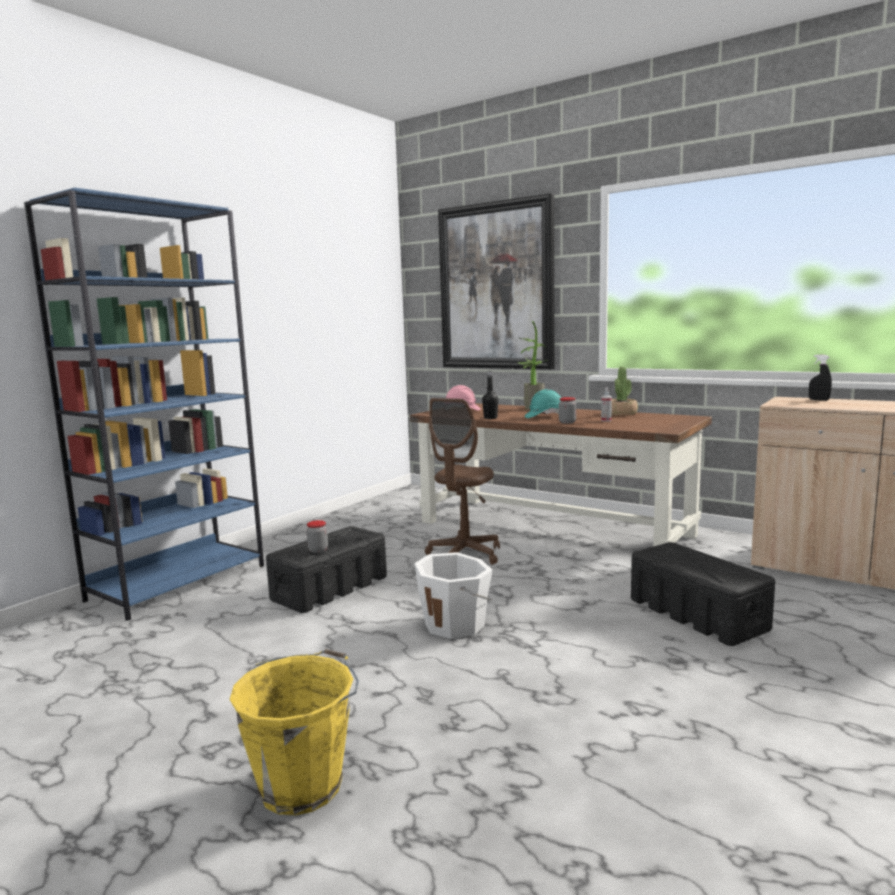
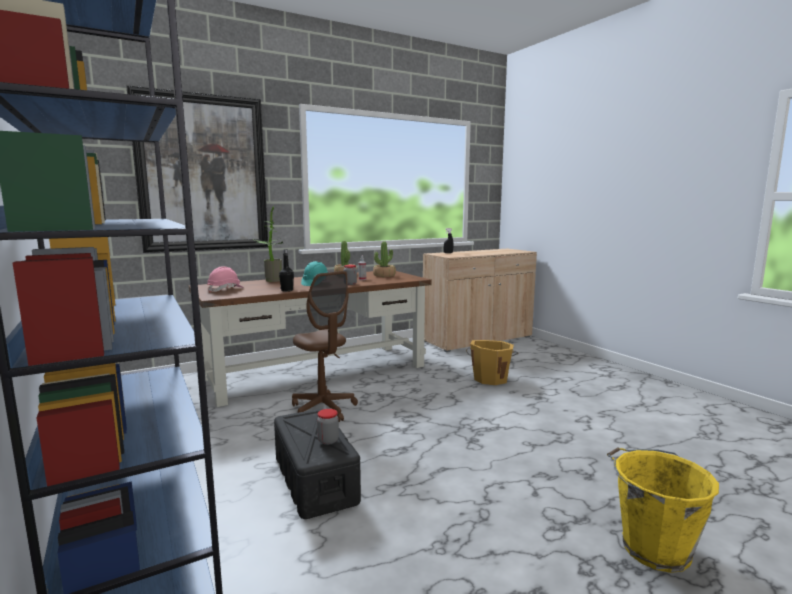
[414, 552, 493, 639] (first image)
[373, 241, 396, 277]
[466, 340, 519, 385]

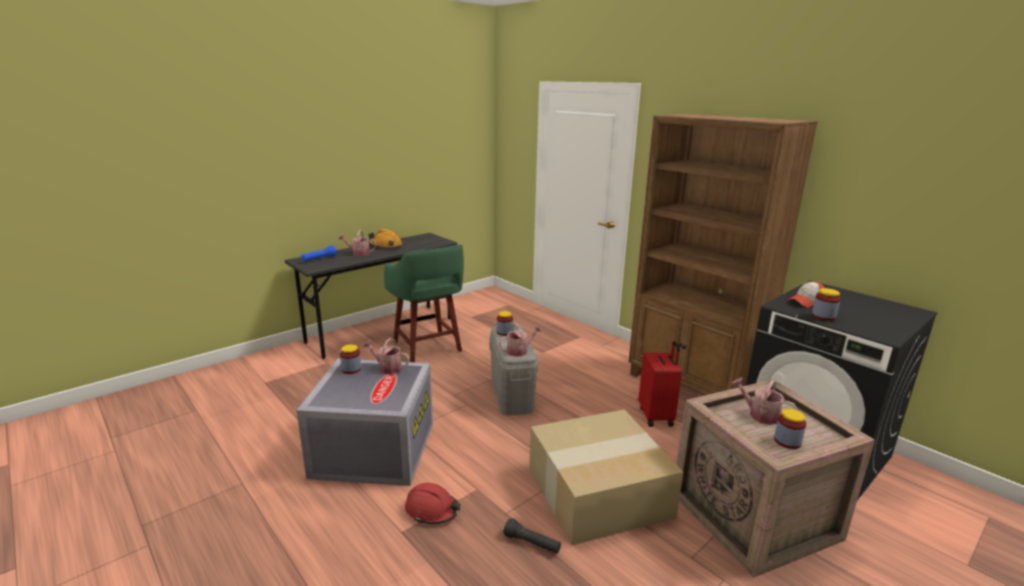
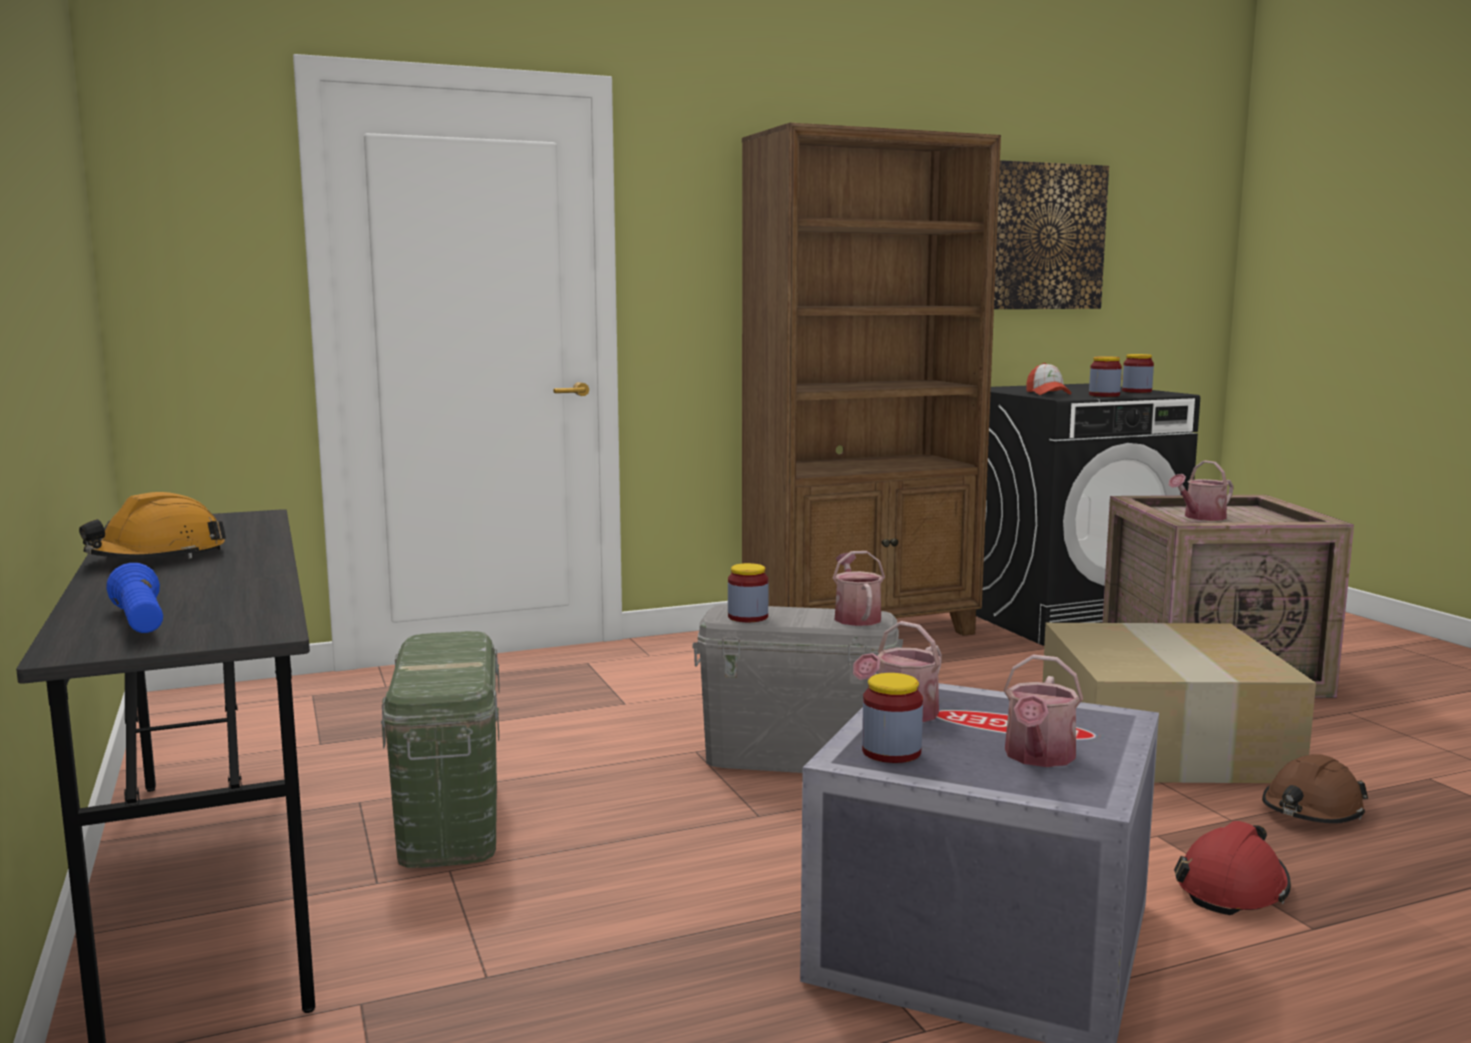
[639, 341, 682, 427] (first image)
[994, 160, 1109, 309]
[1004, 654, 1083, 767]
[1122, 354, 1154, 393]
[381, 631, 500, 868]
[1262, 754, 1368, 823]

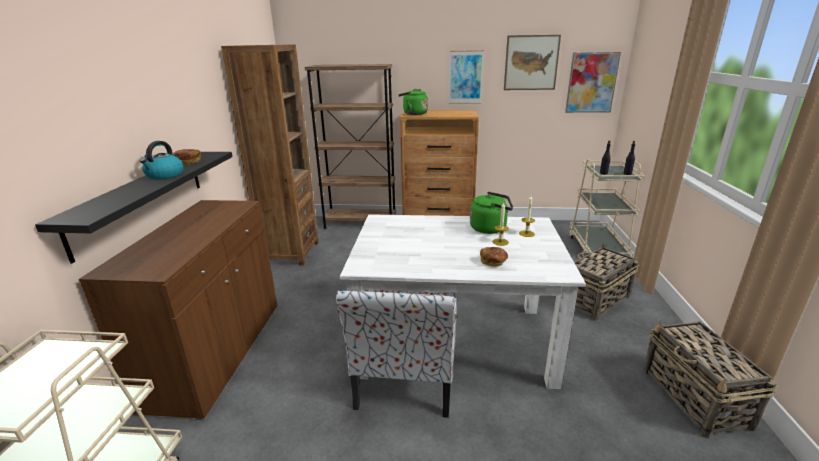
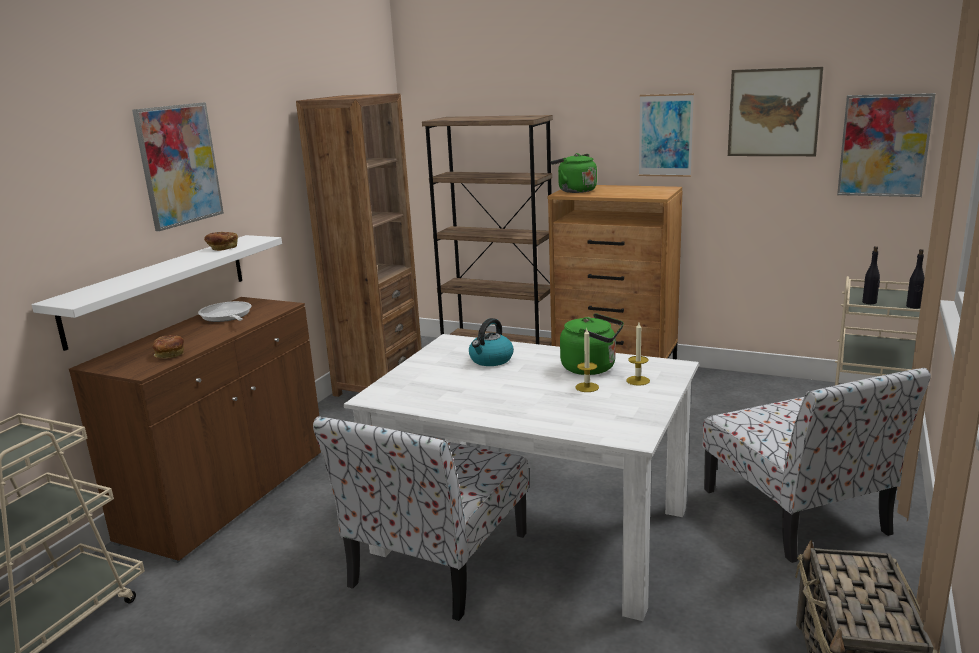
[132, 102, 224, 231]
[198, 301, 252, 322]
[469, 318, 514, 366]
[152, 335, 184, 359]
[703, 368, 931, 563]
[32, 235, 282, 351]

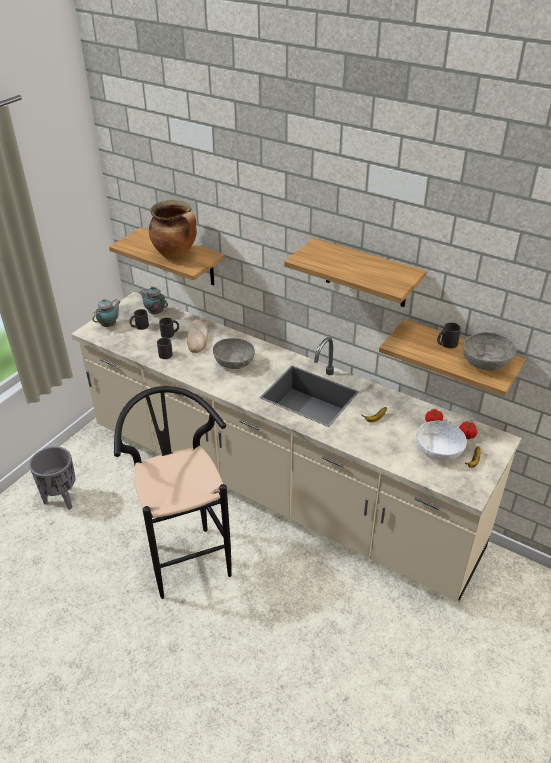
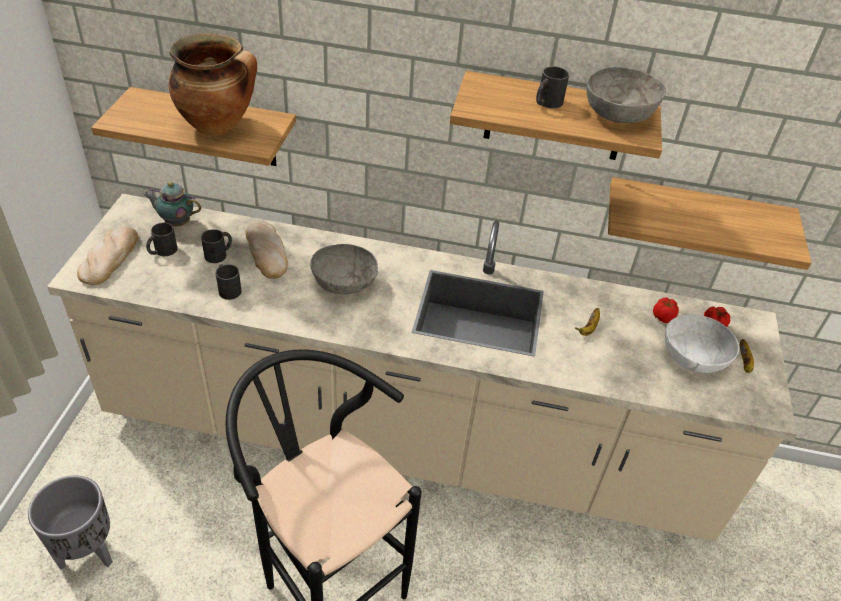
[536, 66, 569, 108]
[587, 67, 666, 123]
[77, 226, 139, 285]

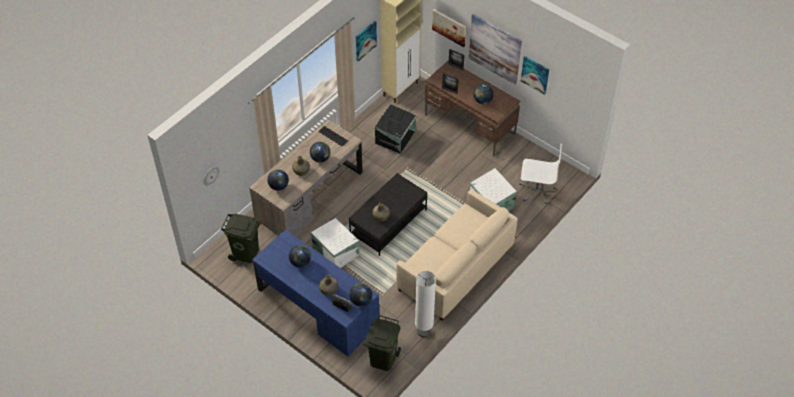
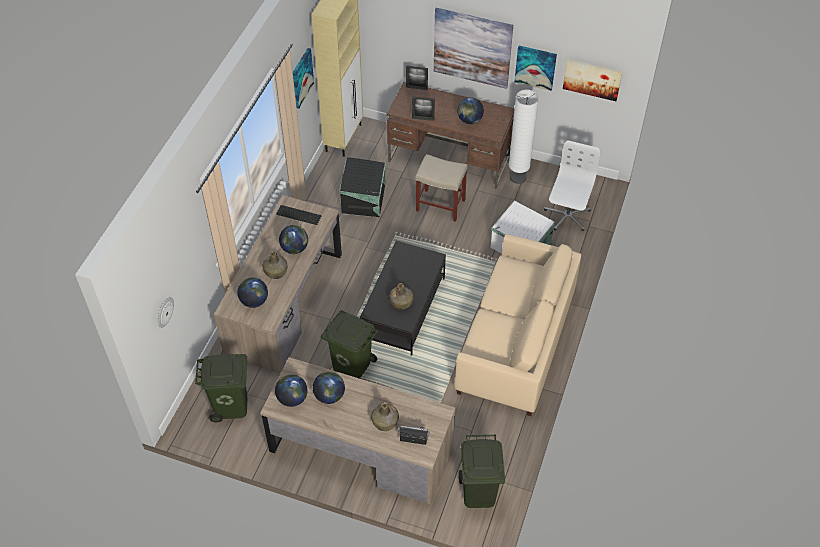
[415, 154, 468, 222]
[275, 374, 308, 407]
[509, 90, 539, 184]
[563, 59, 623, 101]
[321, 310, 378, 379]
[260, 357, 455, 505]
[544, 140, 601, 231]

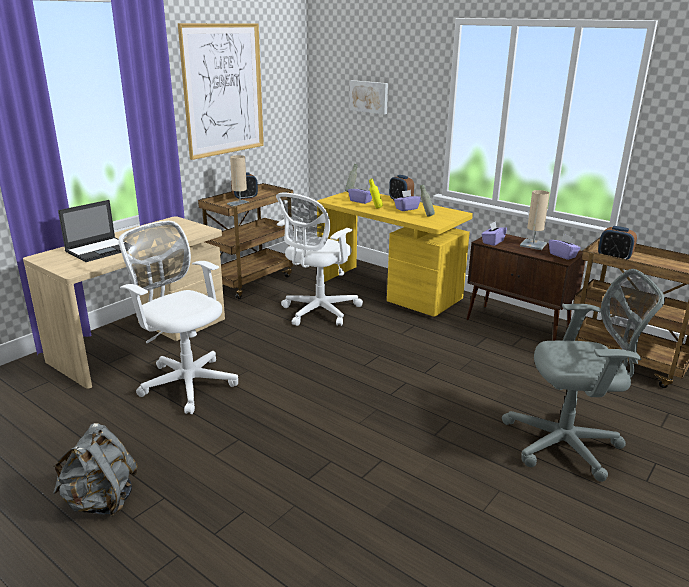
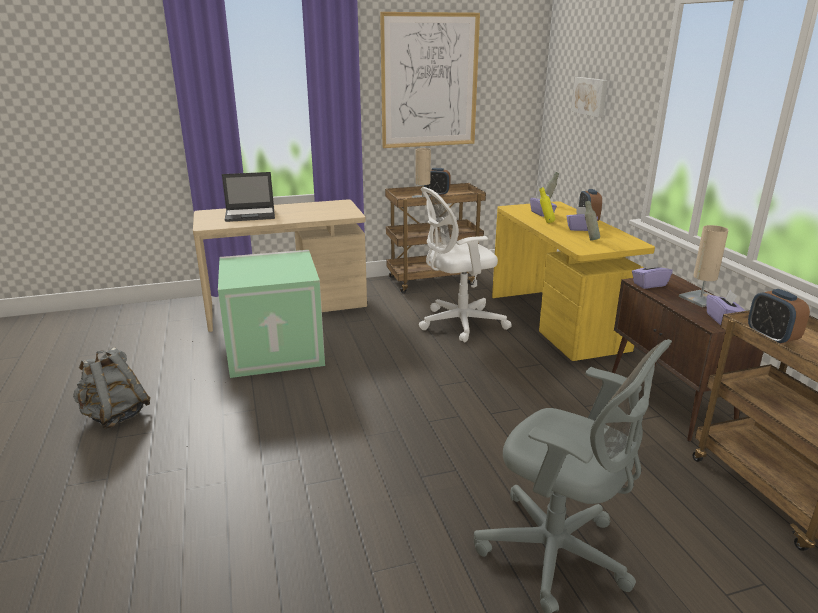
[218, 250, 325, 378]

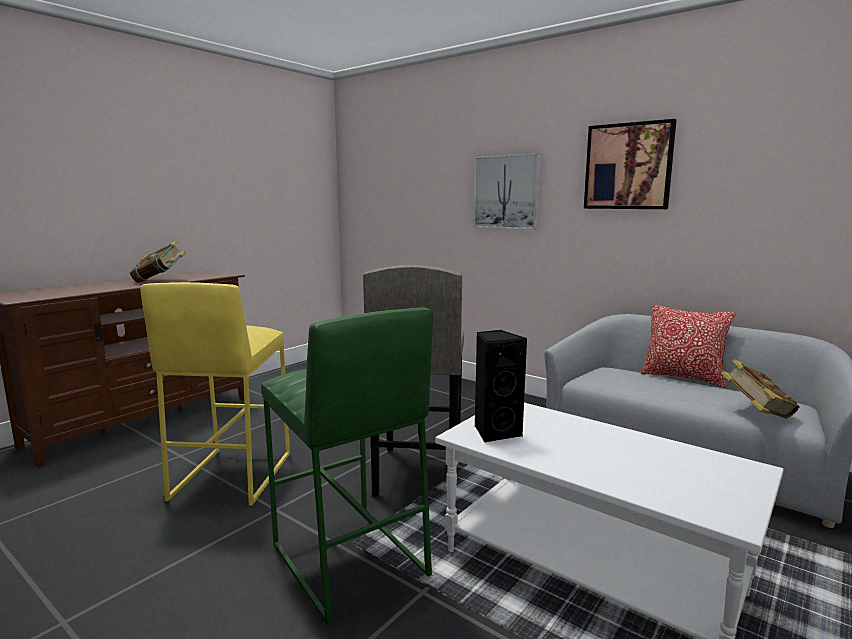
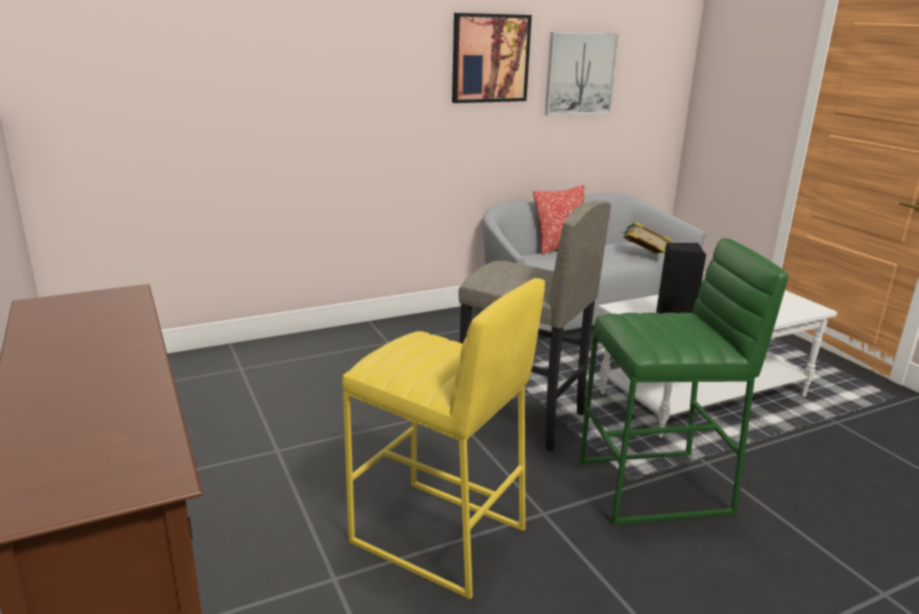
[130, 241, 186, 283] (first image)
[545, 32, 619, 115]

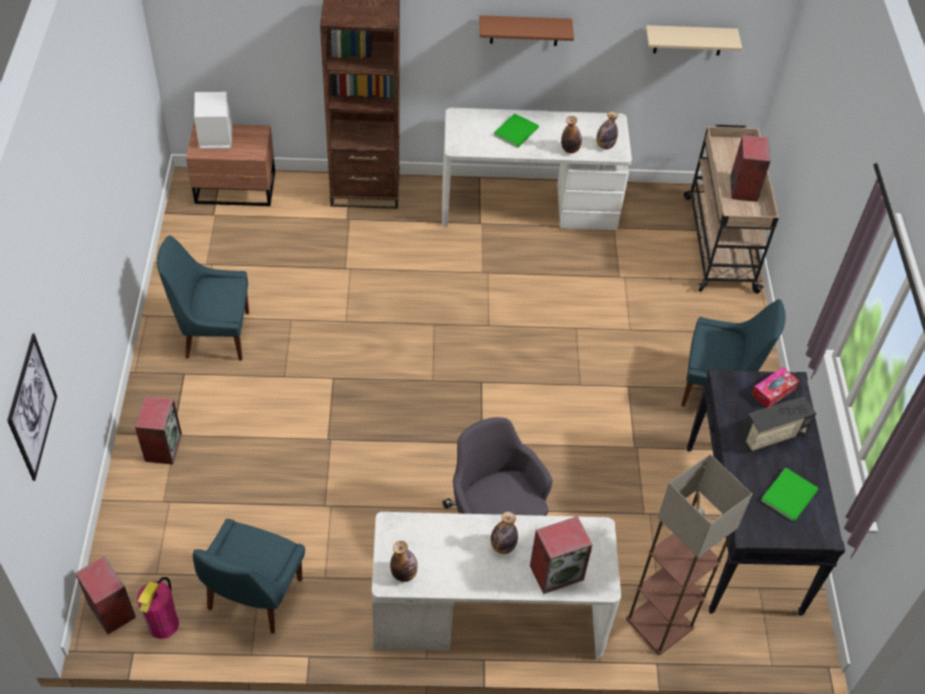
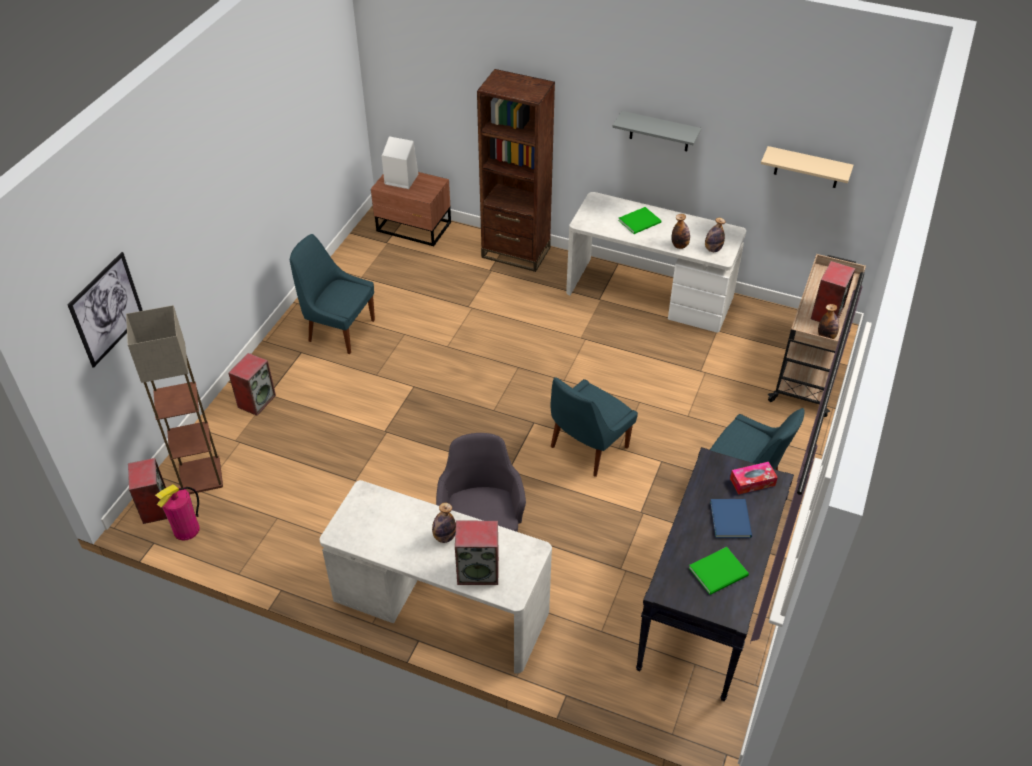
[551, 377, 638, 477]
[818, 304, 839, 339]
[126, 305, 223, 495]
[710, 499, 752, 538]
[612, 111, 701, 151]

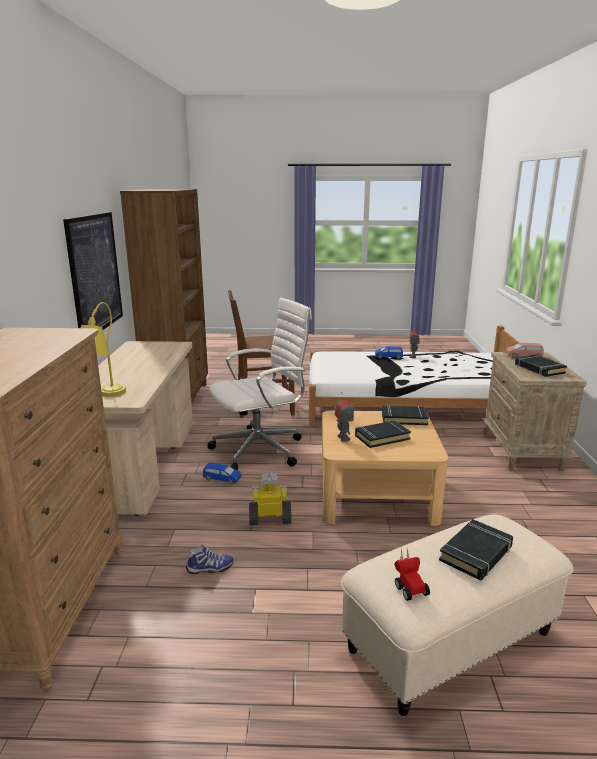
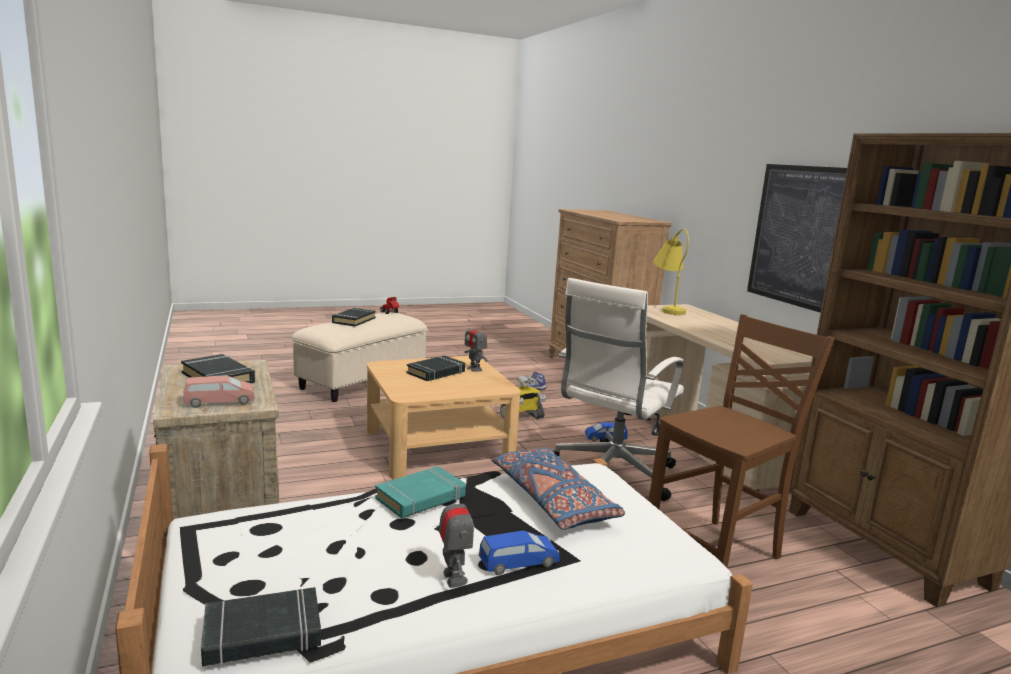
[375, 466, 466, 518]
[491, 448, 625, 530]
[201, 587, 321, 666]

